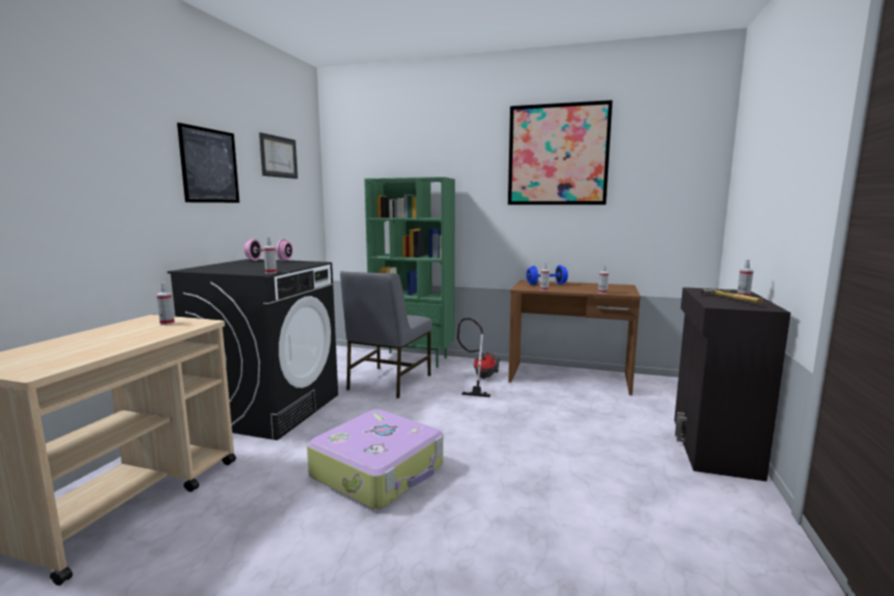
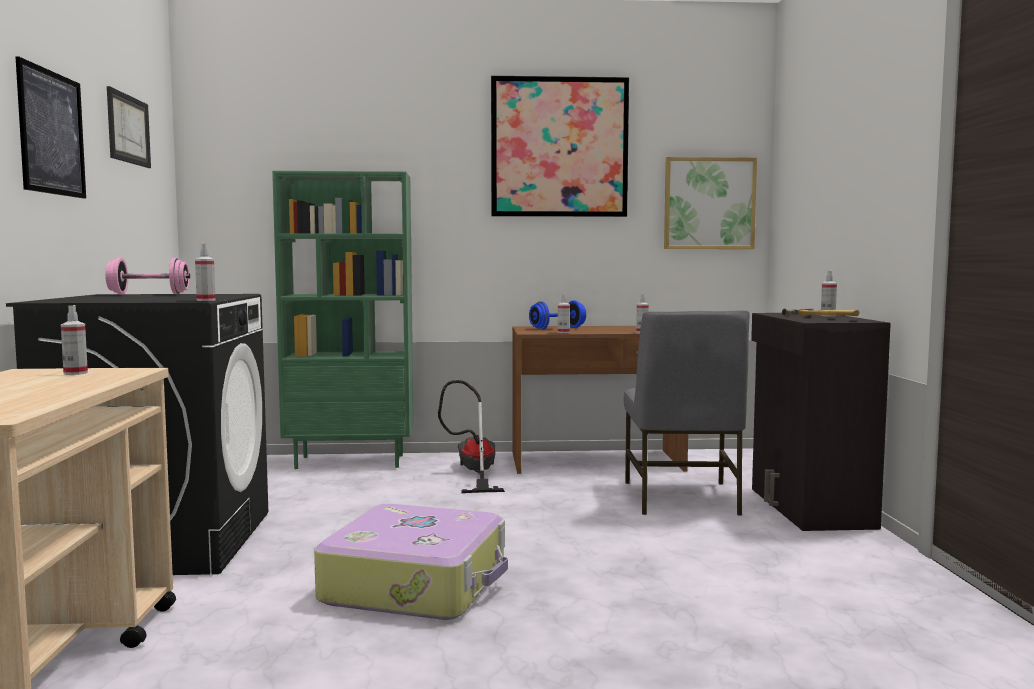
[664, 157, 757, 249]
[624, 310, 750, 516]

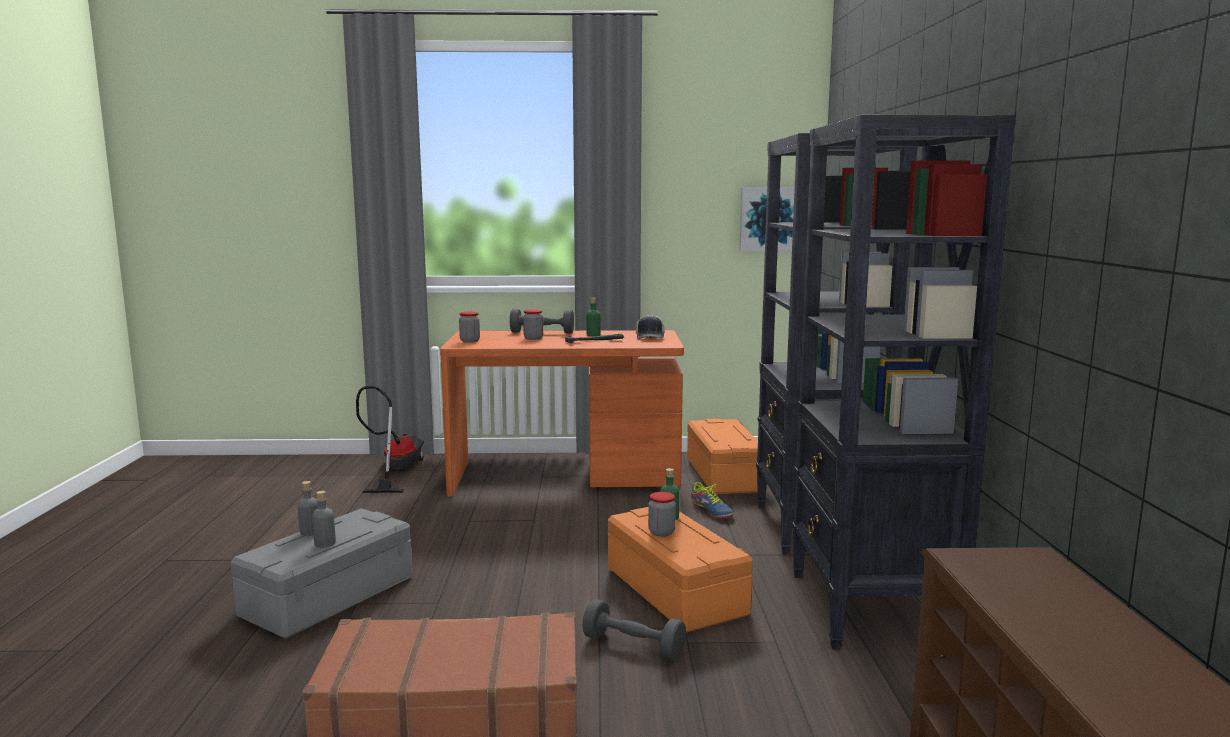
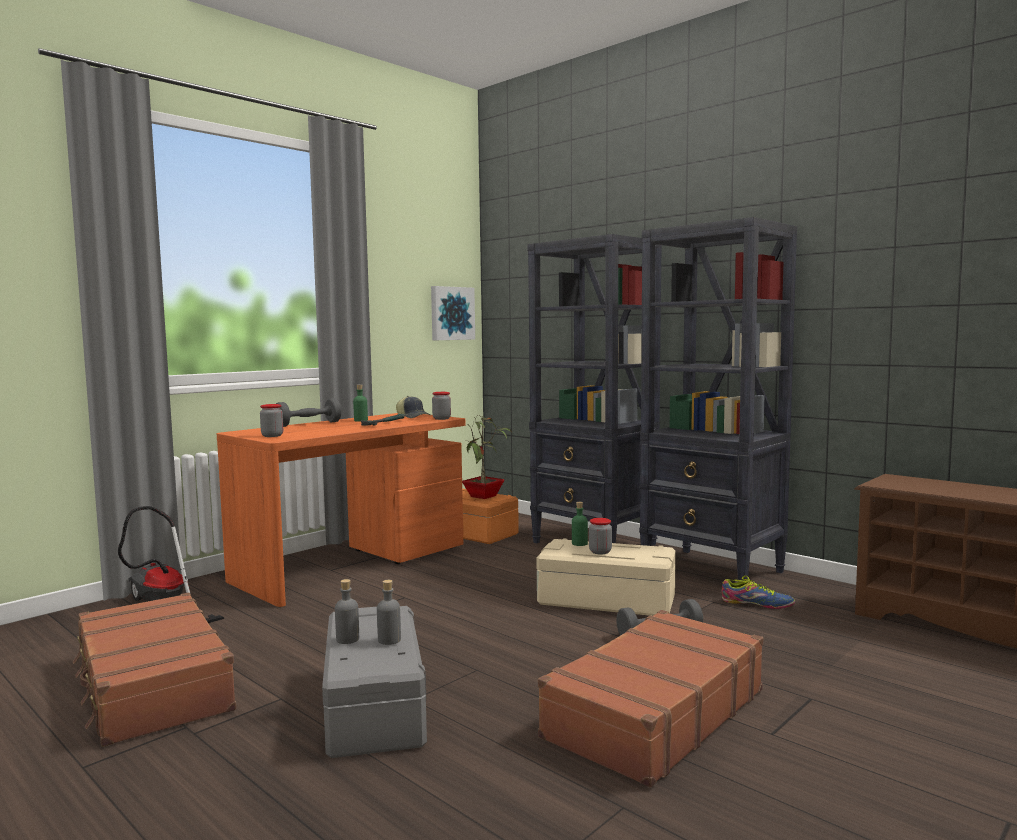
[73, 593, 236, 747]
[462, 415, 511, 499]
[432, 392, 451, 420]
[722, 576, 795, 609]
[537, 538, 676, 616]

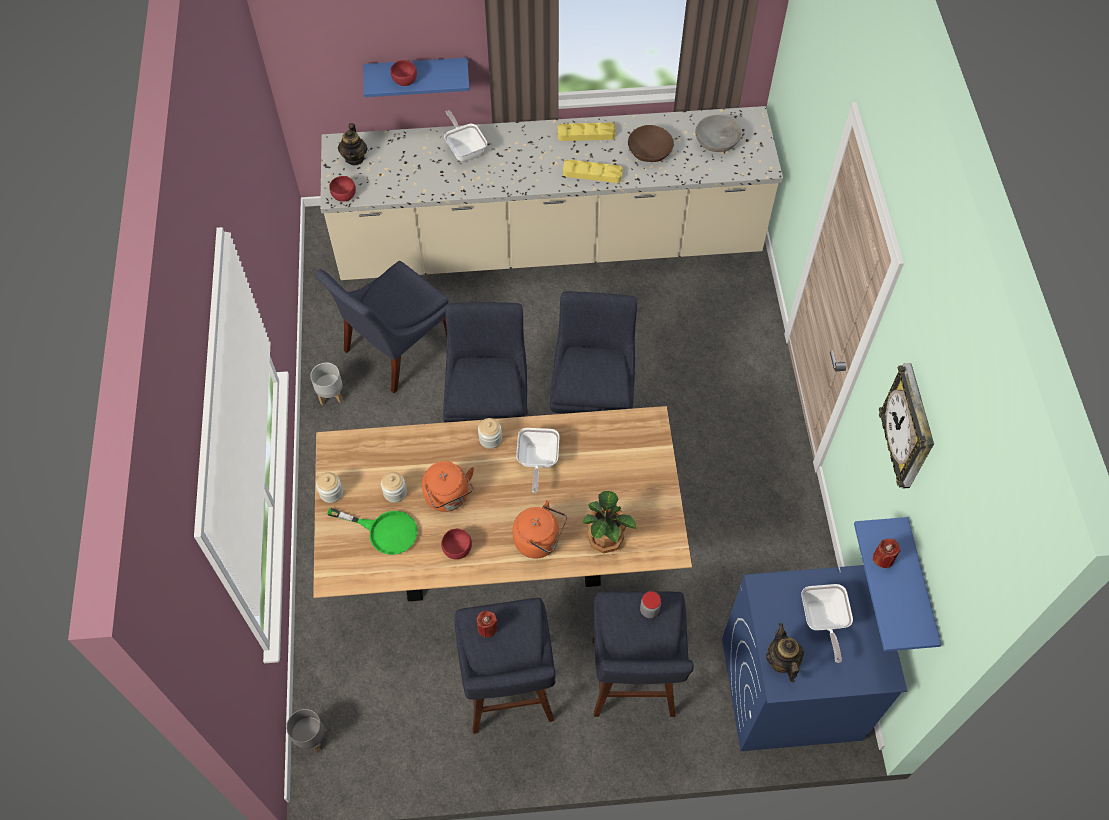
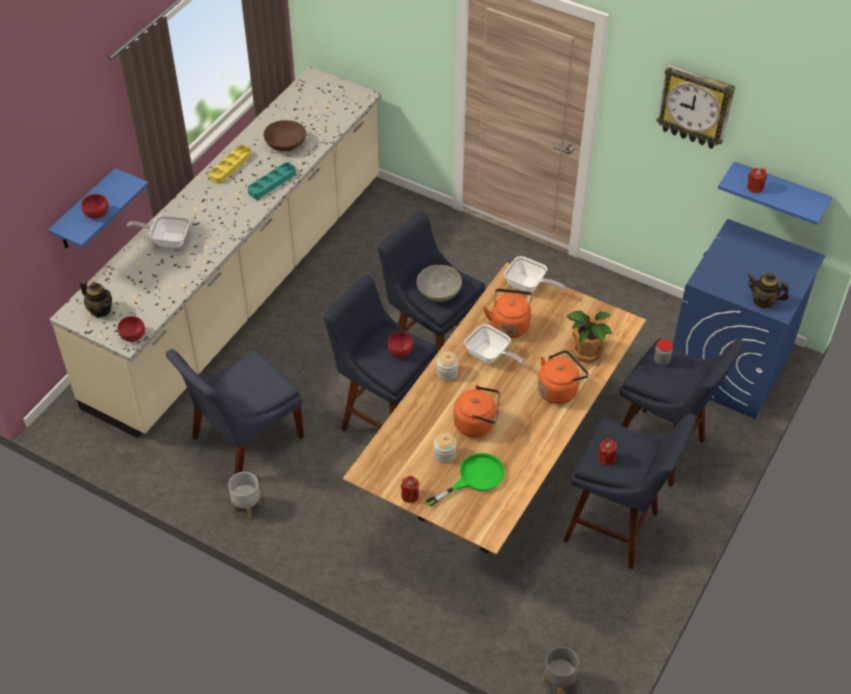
[483, 289, 533, 338]
[388, 332, 414, 357]
[417, 265, 462, 302]
[504, 256, 566, 292]
[401, 476, 419, 503]
[248, 162, 296, 199]
[166, 349, 304, 474]

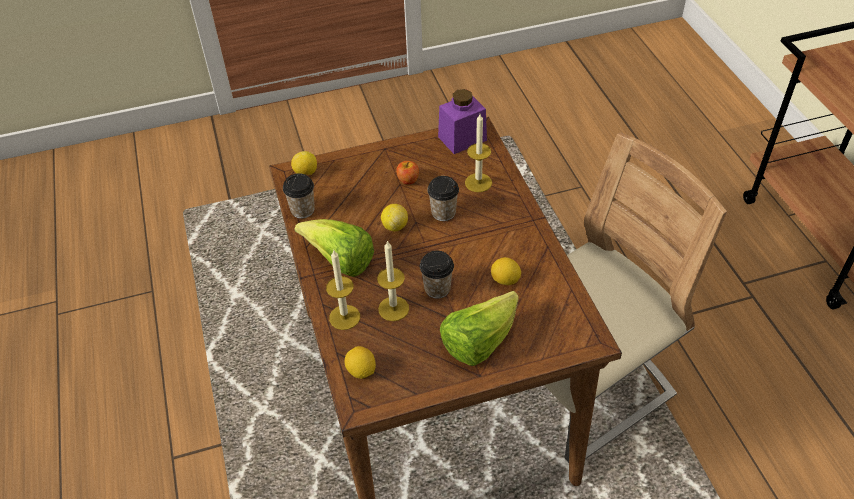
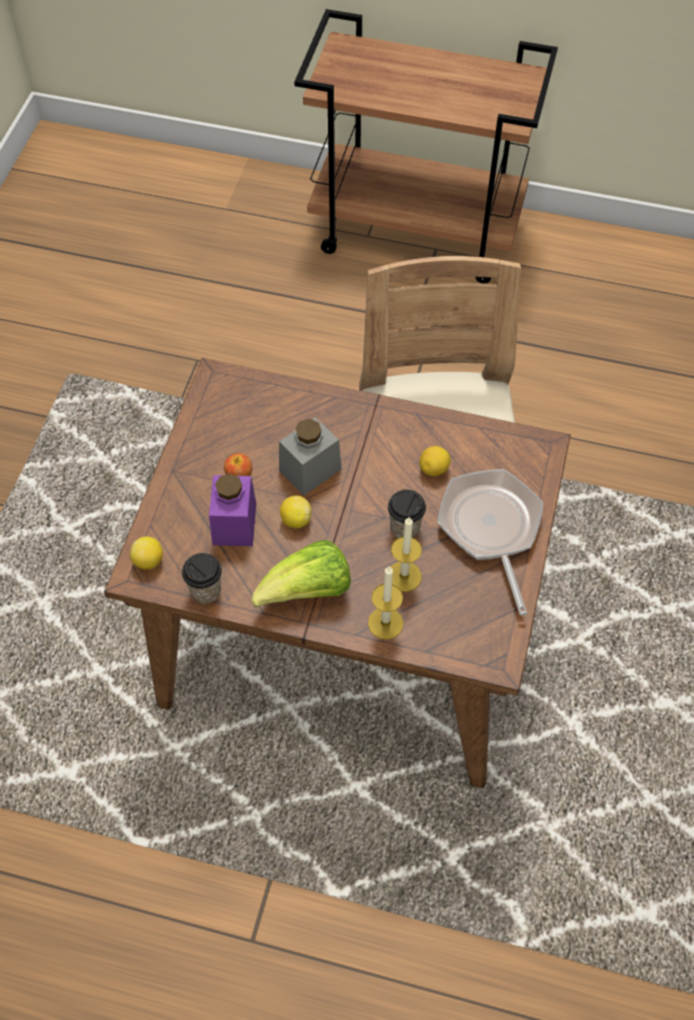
[345, 346, 376, 379] (first image)
[465, 114, 492, 192] (first image)
[209, 474, 256, 546]
[279, 417, 342, 496]
[437, 469, 543, 616]

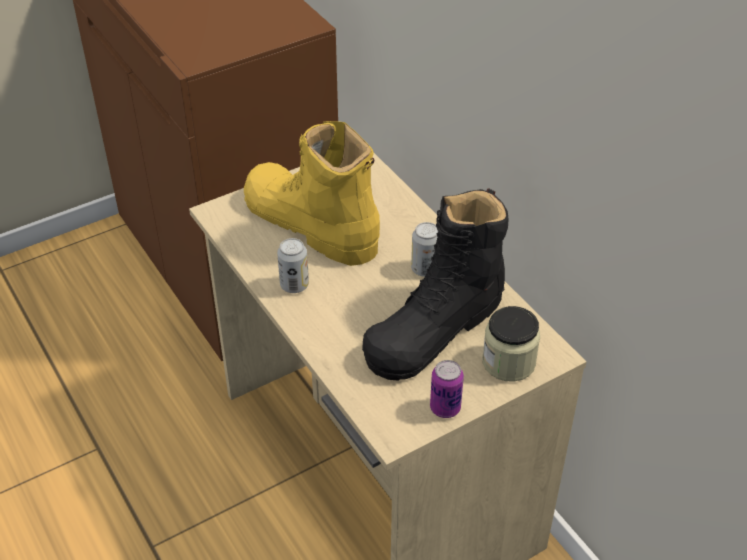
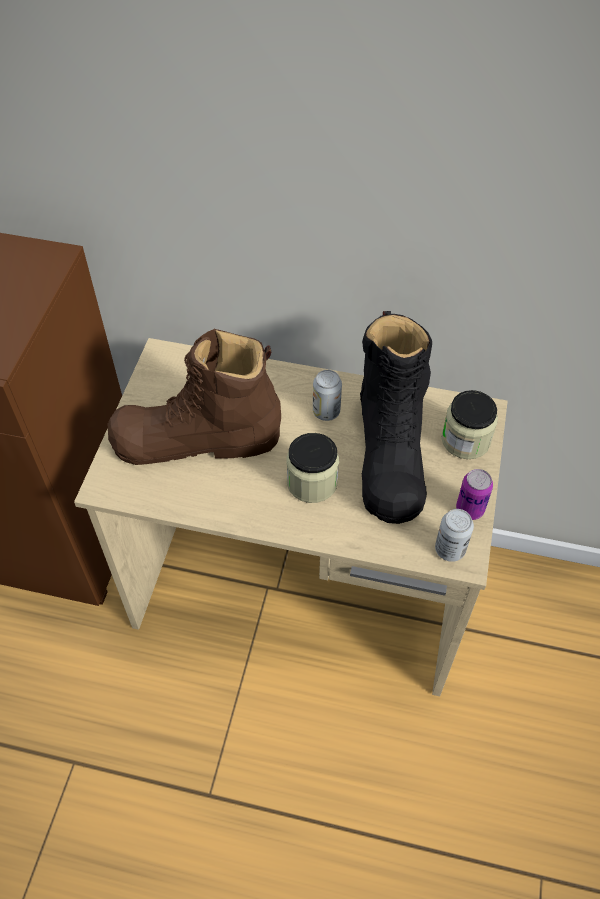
[287, 433, 339, 503]
[435, 509, 474, 562]
[108, 329, 281, 465]

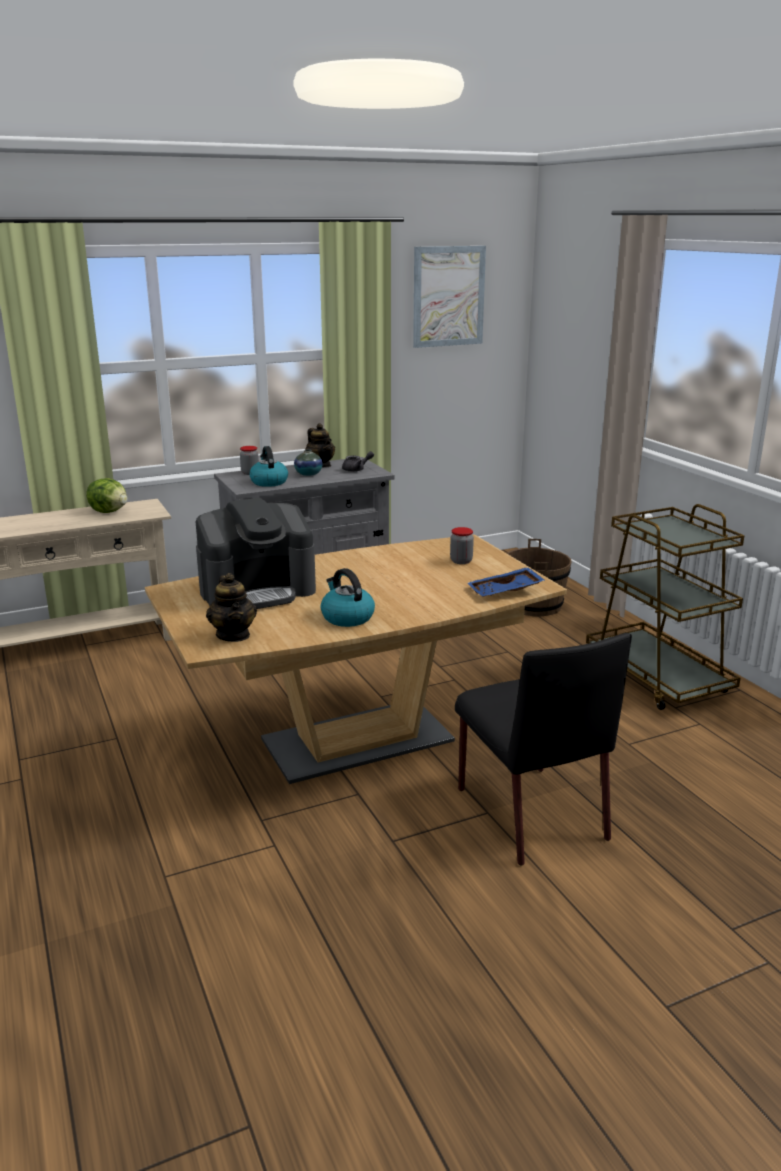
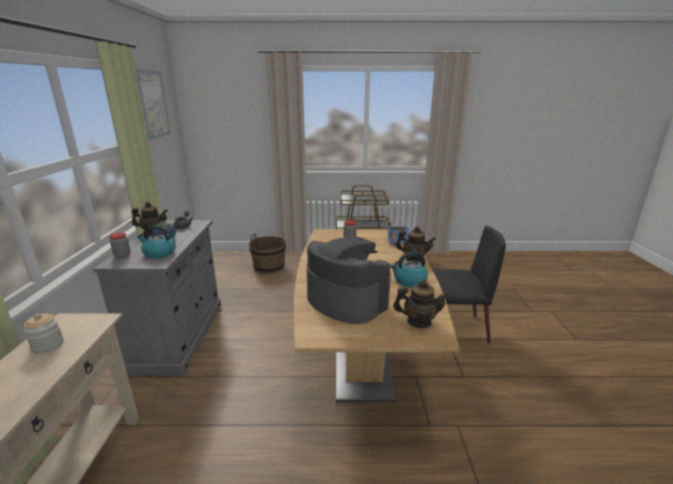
[395, 226, 436, 262]
[23, 313, 64, 354]
[307, 237, 391, 324]

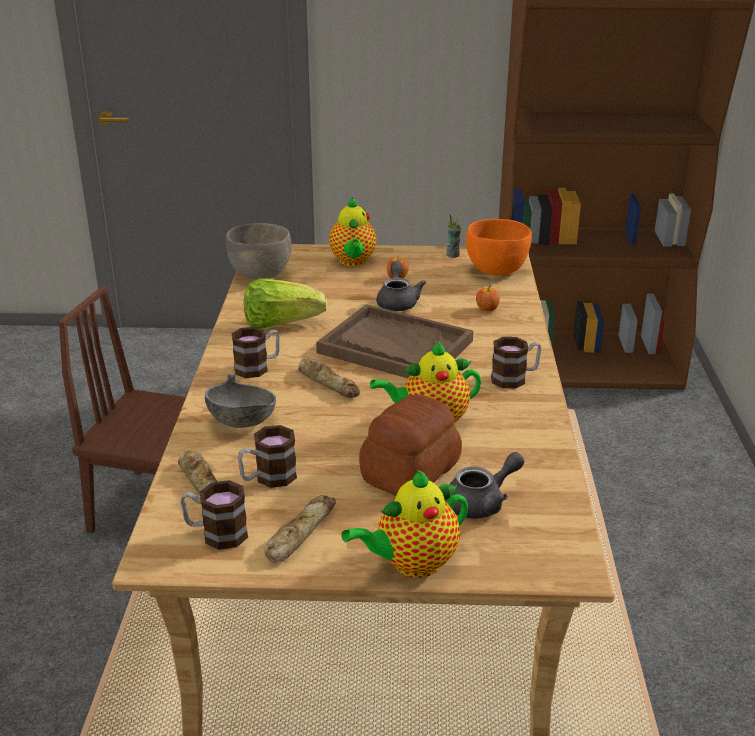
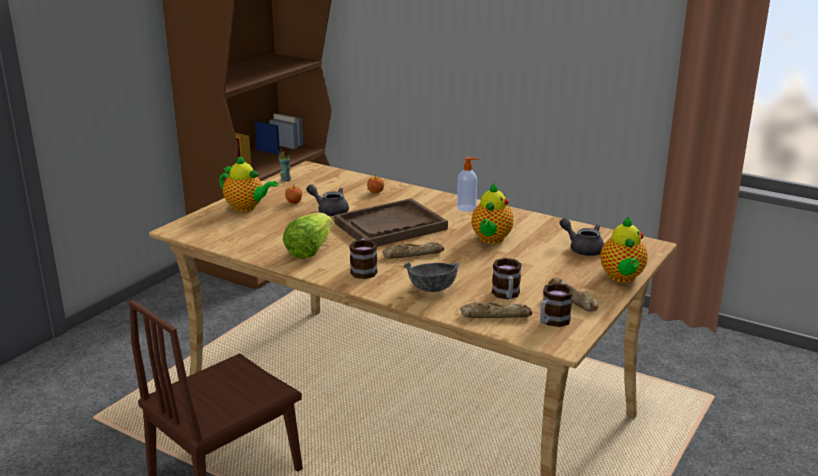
[226, 223, 291, 280] (first image)
[359, 395, 462, 496] (first image)
[466, 219, 532, 275] (first image)
[457, 157, 480, 212]
[559, 218, 604, 256]

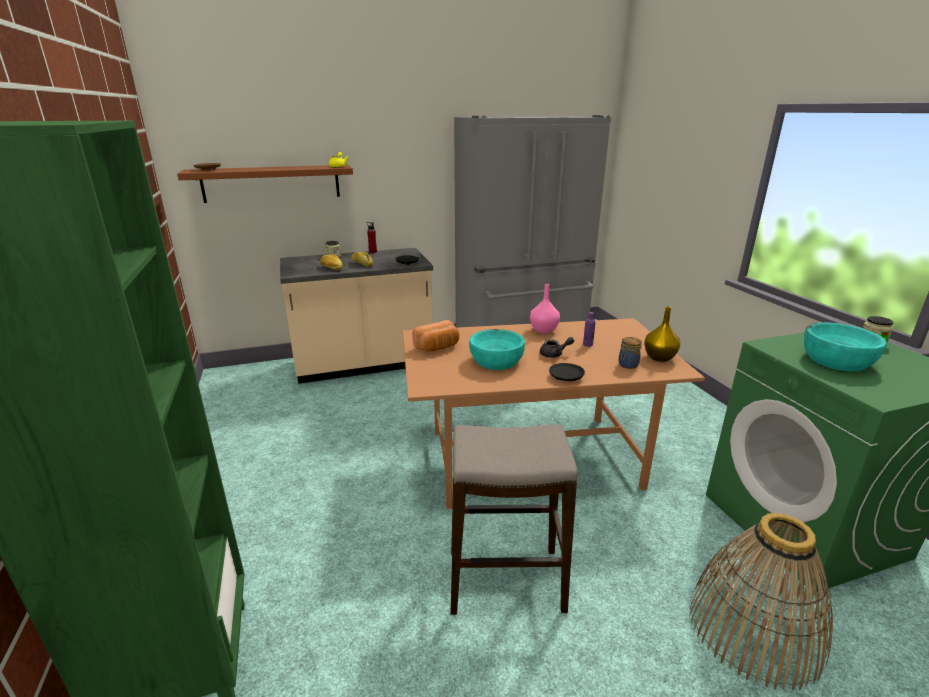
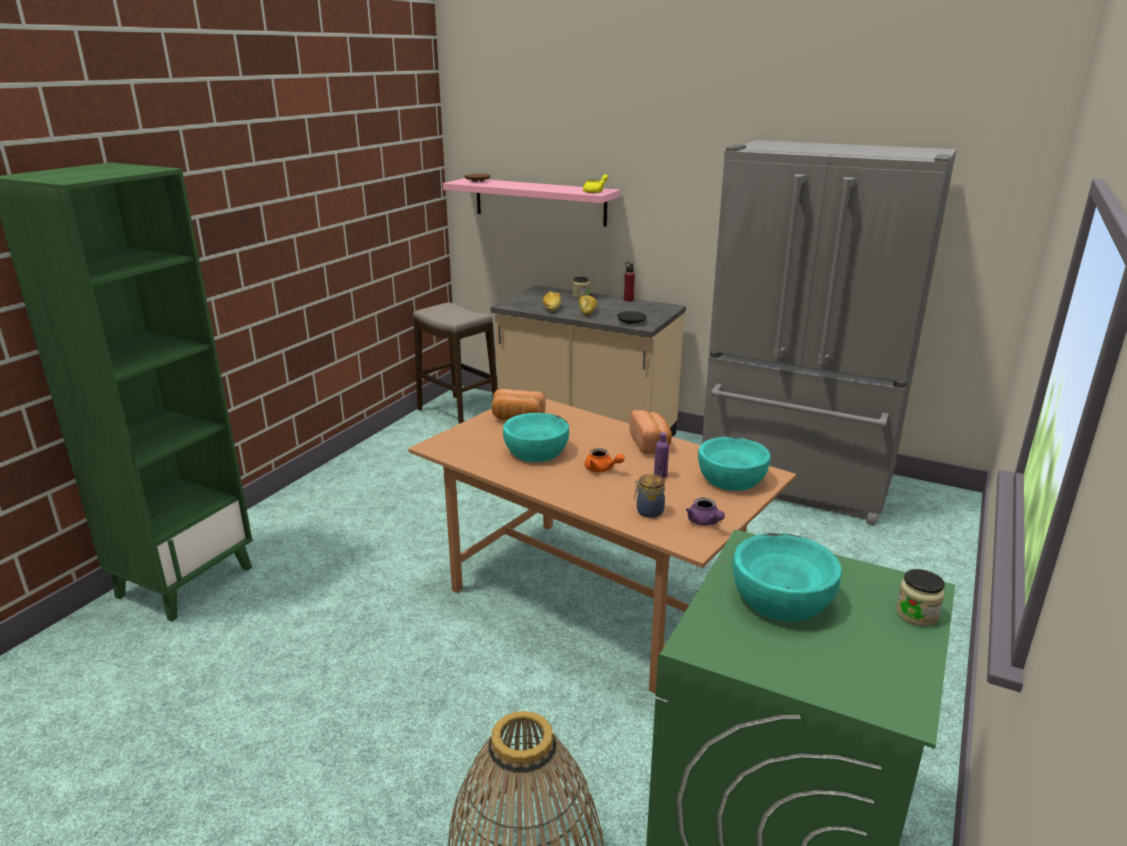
[549, 363, 585, 381] (first image)
[698, 437, 771, 491]
[413, 302, 498, 424]
[629, 410, 672, 454]
[686, 498, 725, 526]
[443, 178, 620, 226]
[585, 448, 625, 472]

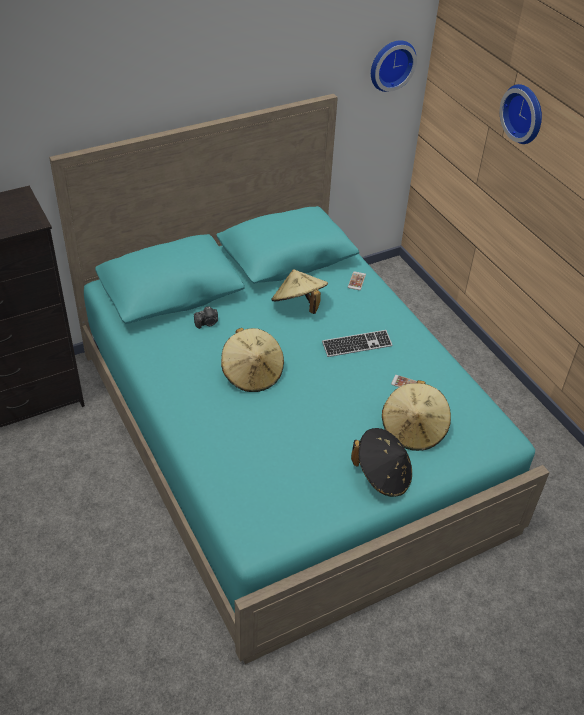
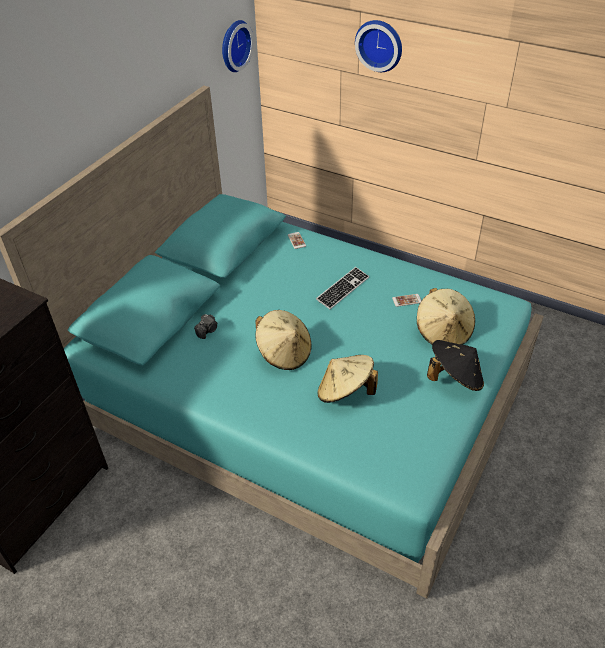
[318, 355, 378, 403]

